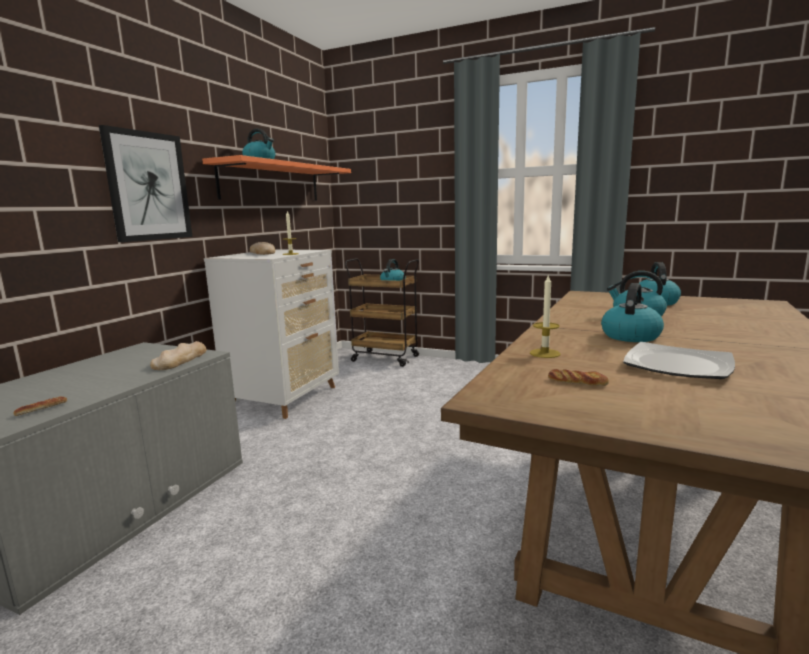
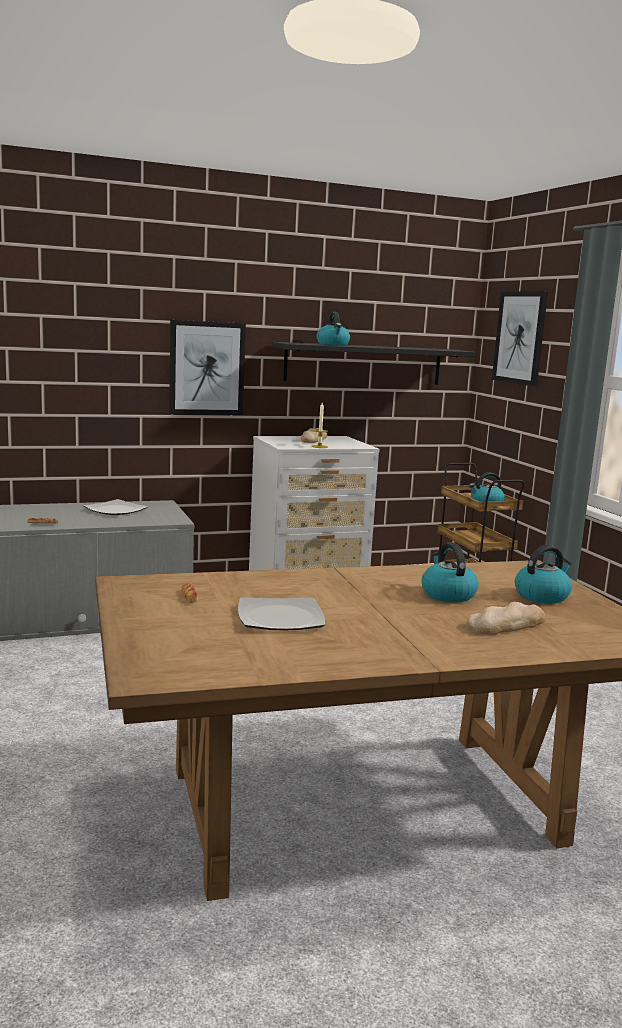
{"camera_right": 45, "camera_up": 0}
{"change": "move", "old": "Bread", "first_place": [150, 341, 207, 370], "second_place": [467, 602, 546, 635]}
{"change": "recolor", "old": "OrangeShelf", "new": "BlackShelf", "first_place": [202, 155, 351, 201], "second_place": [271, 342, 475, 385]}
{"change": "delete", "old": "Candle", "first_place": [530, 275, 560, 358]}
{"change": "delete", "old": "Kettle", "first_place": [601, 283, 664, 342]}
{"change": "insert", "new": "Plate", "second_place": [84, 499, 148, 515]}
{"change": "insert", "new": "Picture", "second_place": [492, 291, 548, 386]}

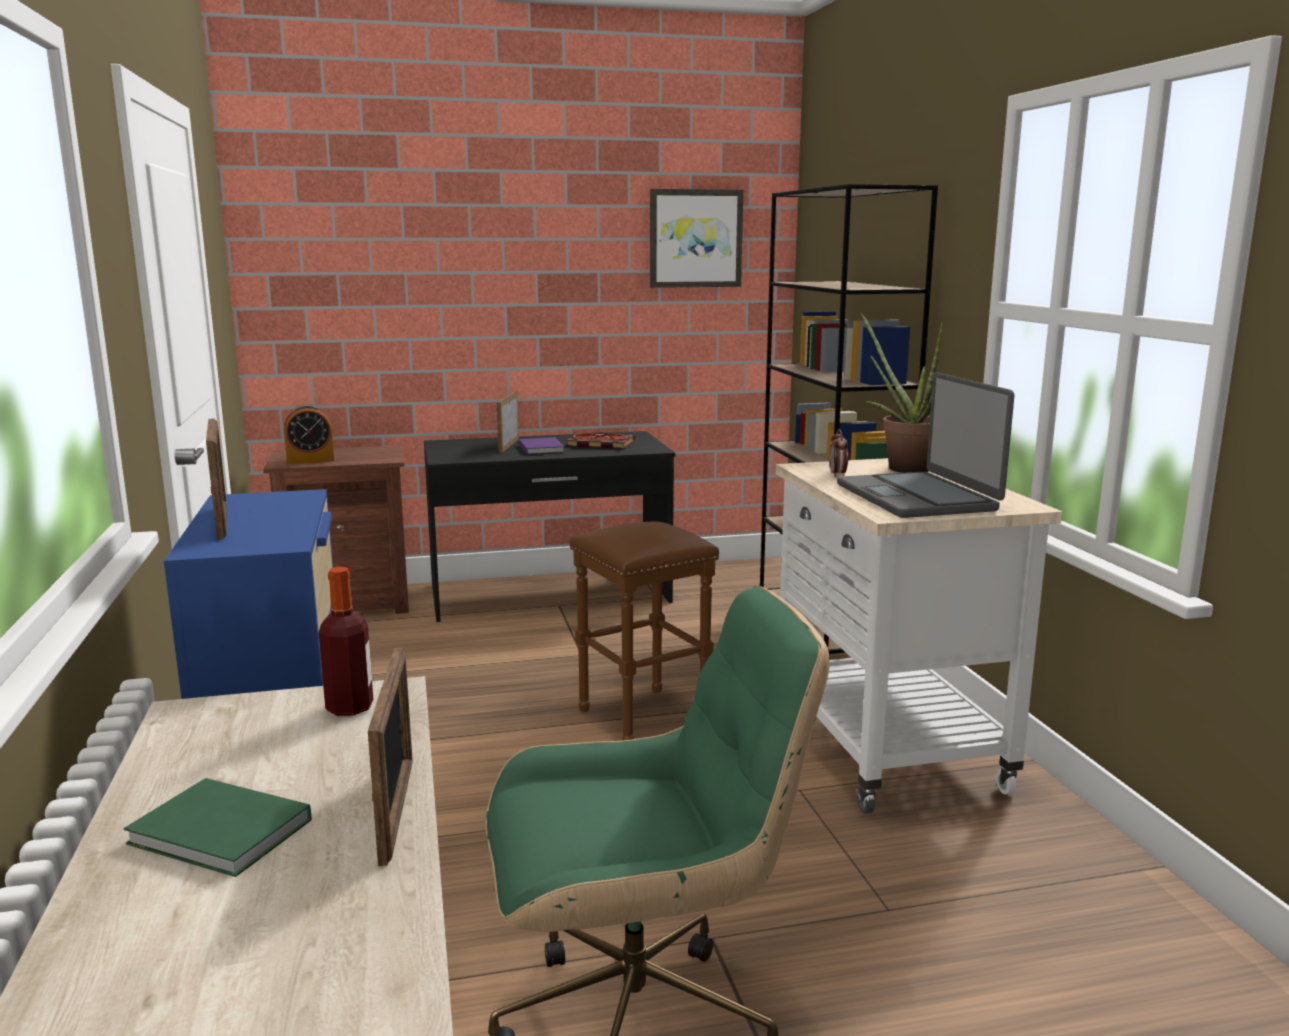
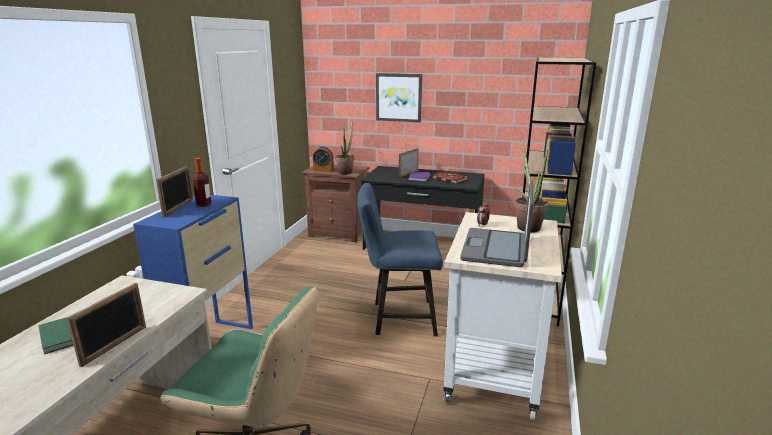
{"camera_right": 30, "camera_up": 5}
{"change": "move", "old": "Bottle", "first_place": [319, 567, 373, 716], "second_place": [193, 158, 212, 207]}
{"change": "replace", "old": "BrownStool", "new": "BlueChair", "first_place": [570, 521, 719, 740], "second_place": [357, 183, 443, 336]}
{"change": "move", "old": "Picture", "first_place": [650, 189, 743, 288], "second_place": [376, 73, 422, 122]}
{"change": "insert", "new": "PottedPlant", "second_place": [335, 121, 354, 174]}

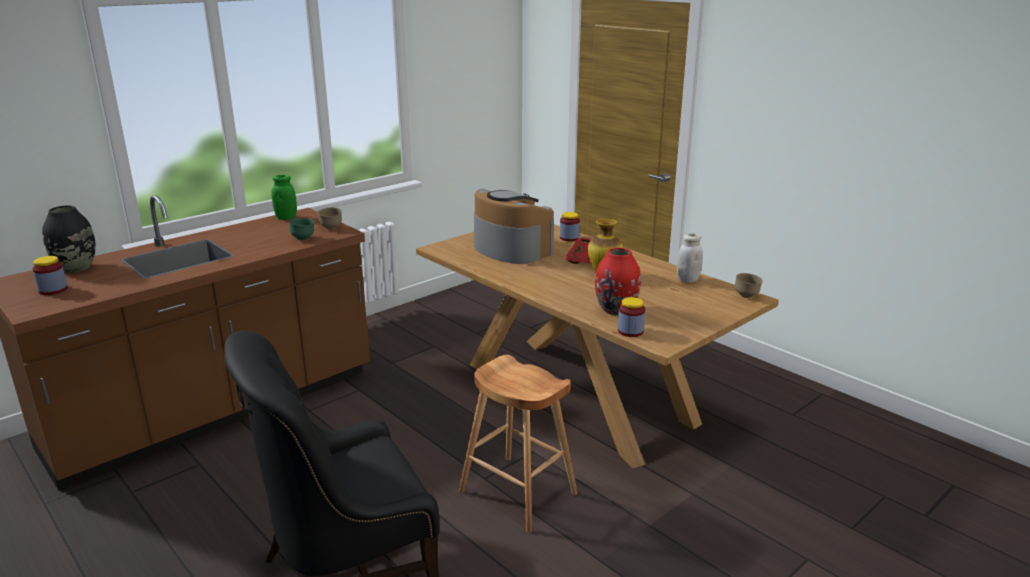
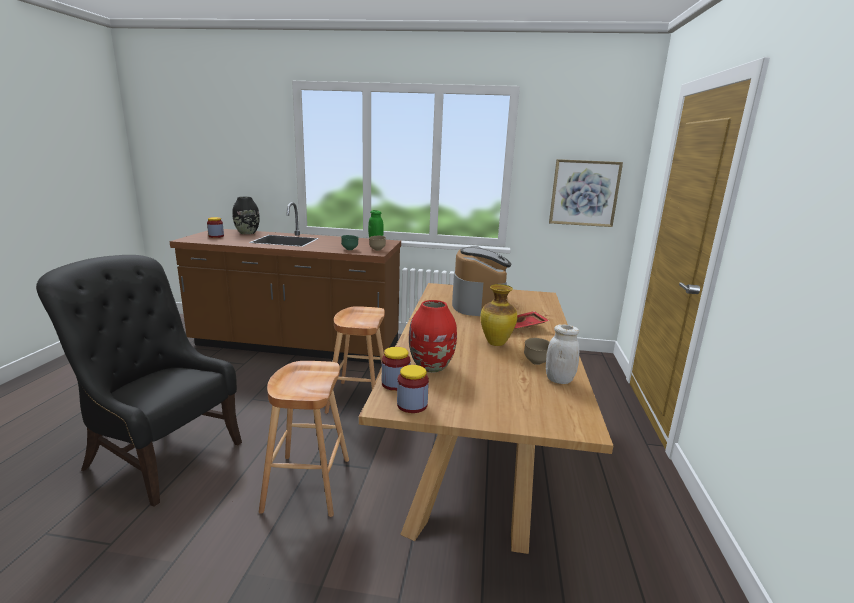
{"camera_right": 50, "camera_up": -5}
{"change": "move", "old": "Jar", "first_place": [560, 212, 580, 241], "second_place": [397, 365, 429, 413]}
{"change": "move", "old": "BrownBowl", "first_place": [735, 273, 763, 298], "second_place": [524, 338, 550, 365]}
{"change": "insert", "new": "BrownStool", "second_place": [325, 306, 385, 414]}
{"change": "insert", "new": "Picture", "second_place": [549, 159, 623, 227]}

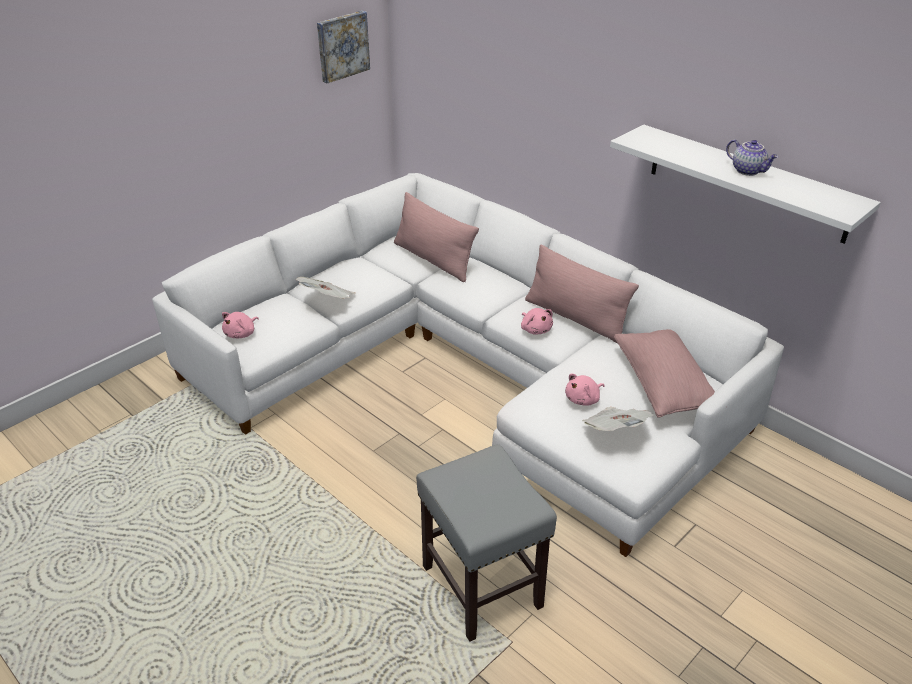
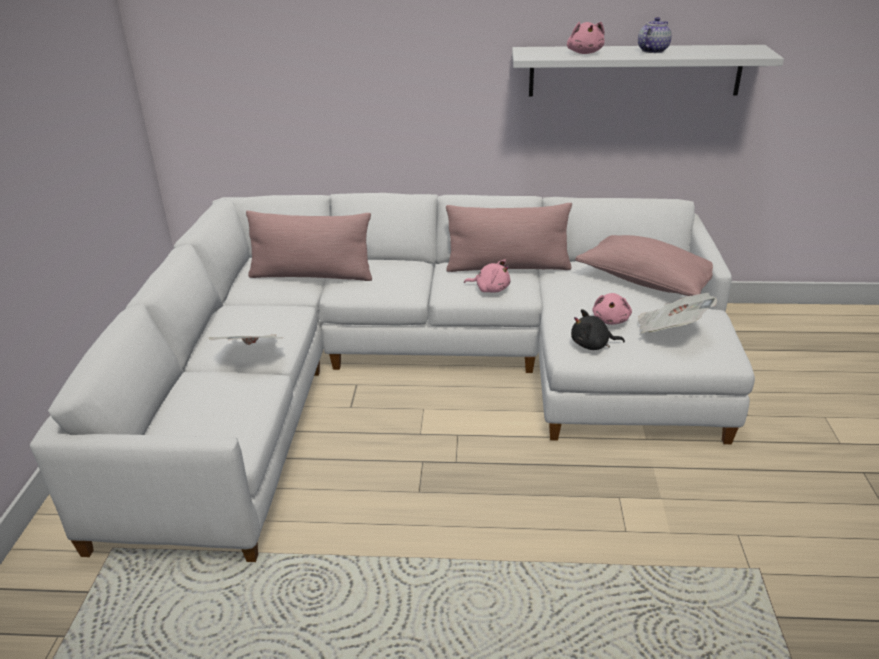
{"camera_right": -40, "camera_up": -5}
{"change": "move", "old": "PinkPlushToy", "first_place": [222, 312, 259, 338], "second_place": [567, 22, 605, 54]}
{"change": "delete", "old": "Picture", "first_place": [317, 11, 370, 83]}
{"change": "delete", "old": "GreyStool", "first_place": [416, 444, 557, 642]}
{"change": "rotate", "old": "Teapot", "first_place": [726, 139, 778, 176], "second_place": [638, 17, 672, 53], "degrees": -60}
{"change": "insert", "new": "BlackPlushToy", "second_place": [571, 309, 625, 350]}

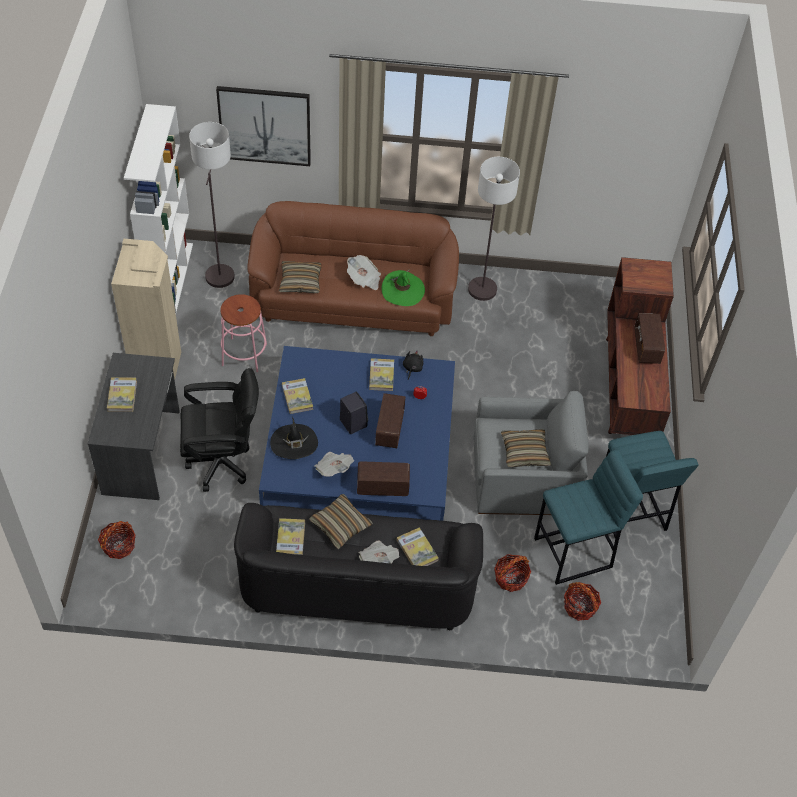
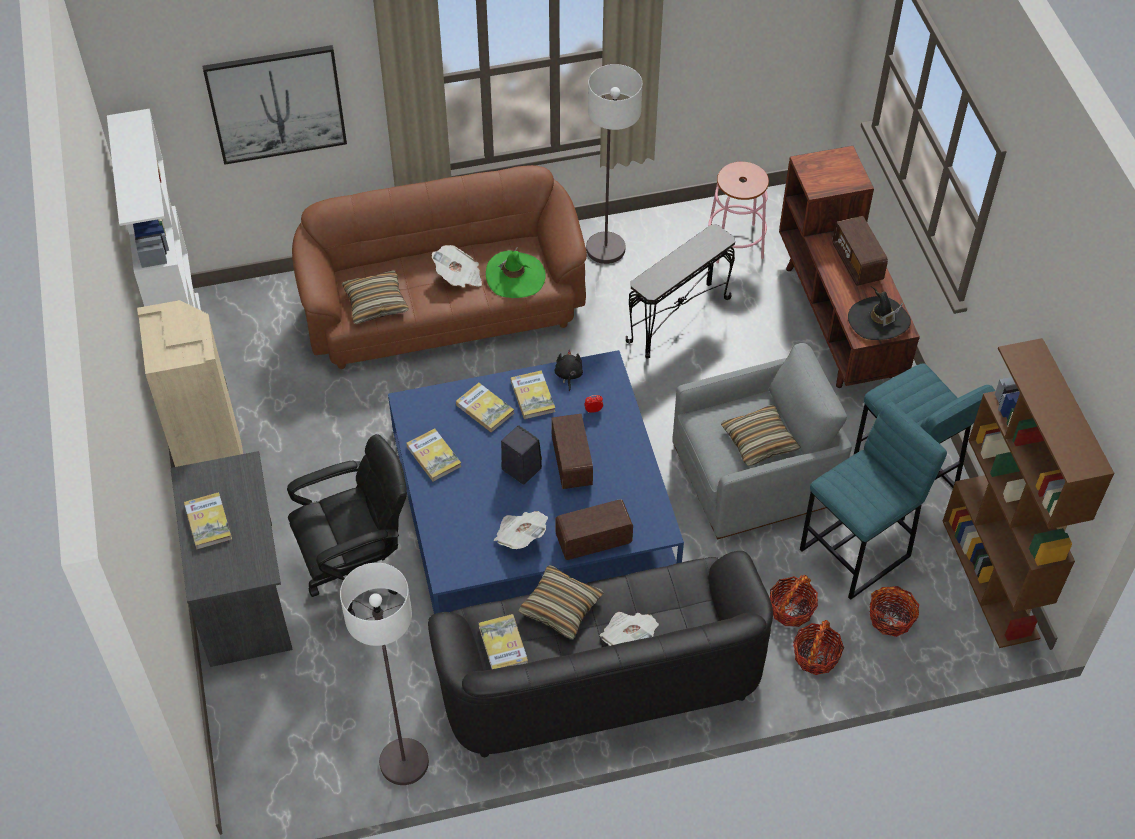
{"camera_right": -15, "camera_up": 0}
{"change": "move", "old": "Basket", "first_place": [98, 521, 135, 559], "second_place": [793, 620, 844, 675]}
{"change": "move", "old": "WhiteFloorLamp", "first_place": [189, 122, 235, 288], "second_place": [340, 563, 429, 785]}
{"change": "move", "old": "PinkStool", "first_place": [220, 294, 267, 372], "second_place": [708, 162, 769, 264]}
{"change": "move", "old": "BlackHat", "first_place": [270, 417, 318, 459], "second_place": [848, 287, 911, 340]}
{"change": "move", "old": "Book", "first_place": [397, 527, 439, 566], "second_place": [456, 383, 514, 432]}
{"change": "insert", "new": "BlackSideTable", "second_place": [626, 224, 735, 359]}
{"change": "insert", "new": "BrownBookcase", "second_place": [943, 338, 1114, 648]}

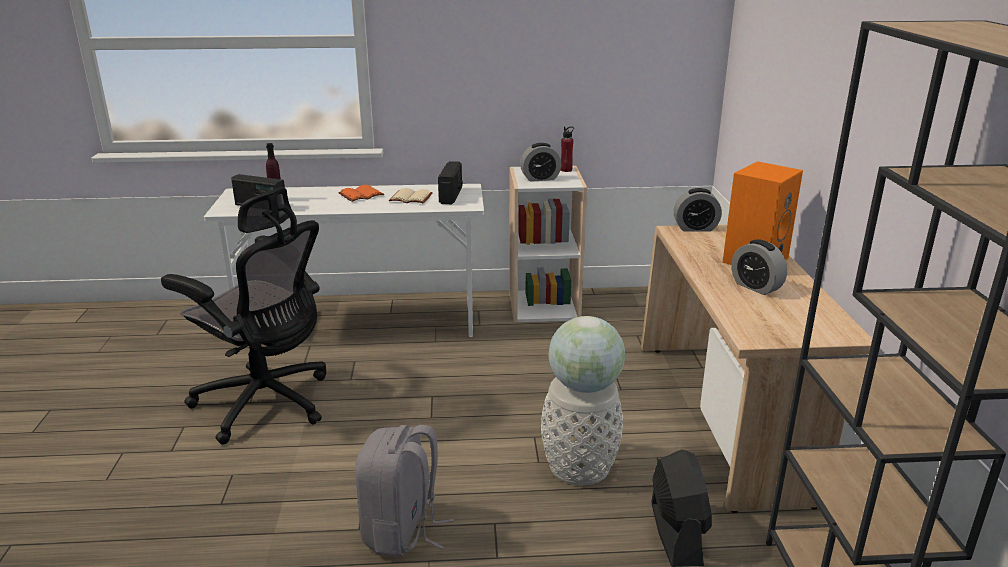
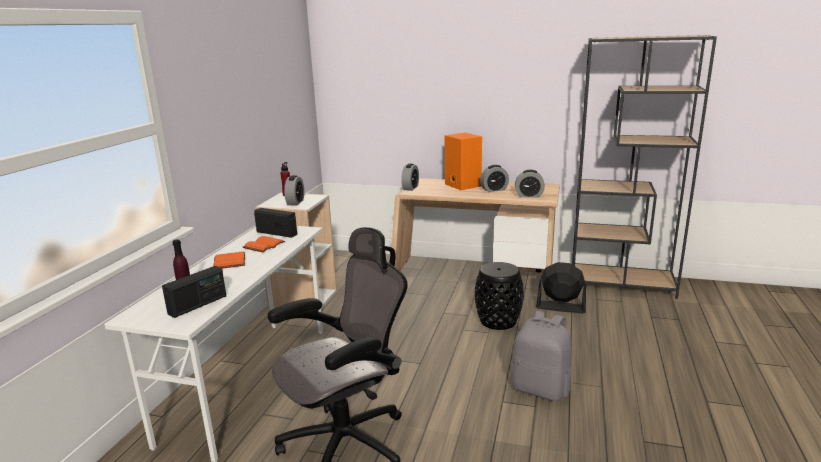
{"camera_right": -70, "camera_up": -5}
{"change": "recolor", "old": "BeigeBook", "new": "OrangeBook", "first_place": [389, 188, 433, 204], "second_place": [243, 236, 285, 252]}
{"change": "recolor", "old": "WhiteStool", "new": "BlackStool", "first_place": [541, 377, 623, 486], "second_place": [475, 262, 524, 330]}
{"change": "delete", "old": "Globe", "first_place": [549, 316, 625, 393]}
{"change": "insert", "new": "AlarmClock", "second_place": [515, 170, 545, 197]}

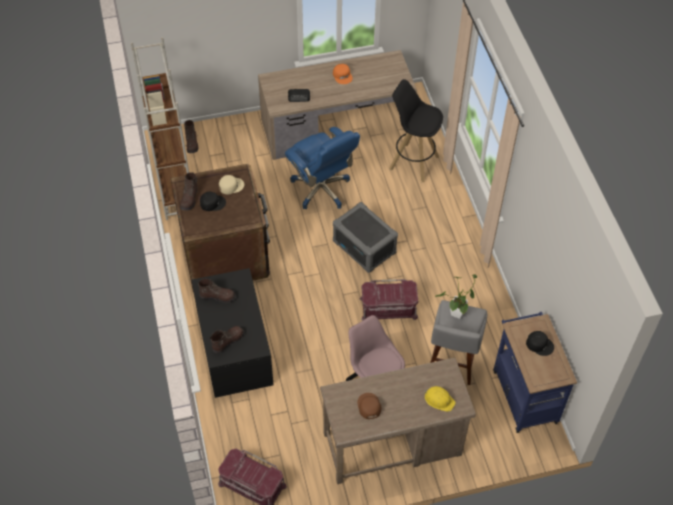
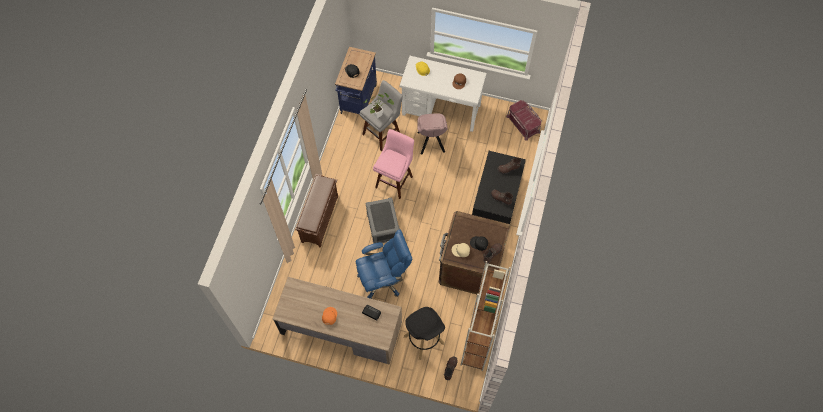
{"camera_right": -150, "camera_up": 10}
{"change": "rotate", "old": "BlueOfficeChair", "first_place": [285, 127, 360, 209], "second_place": [355, 230, 412, 299], "degrees": 75}
{"change": "recolor", "old": "BrownDesk", "new": "WhiteDesk", "first_place": [320, 358, 476, 484], "second_place": [400, 56, 487, 132]}
{"change": "replace", "old": "RedStorageBox", "new": "PinkStool", "first_place": [360, 279, 418, 321], "second_place": [373, 129, 414, 199]}
{"change": "move", "old": "BlackStool", "first_place": [389, 79, 443, 182], "second_place": [404, 307, 445, 360]}
{"change": "insert", "new": "BrownShoeRack", "second_place": [295, 174, 338, 248]}

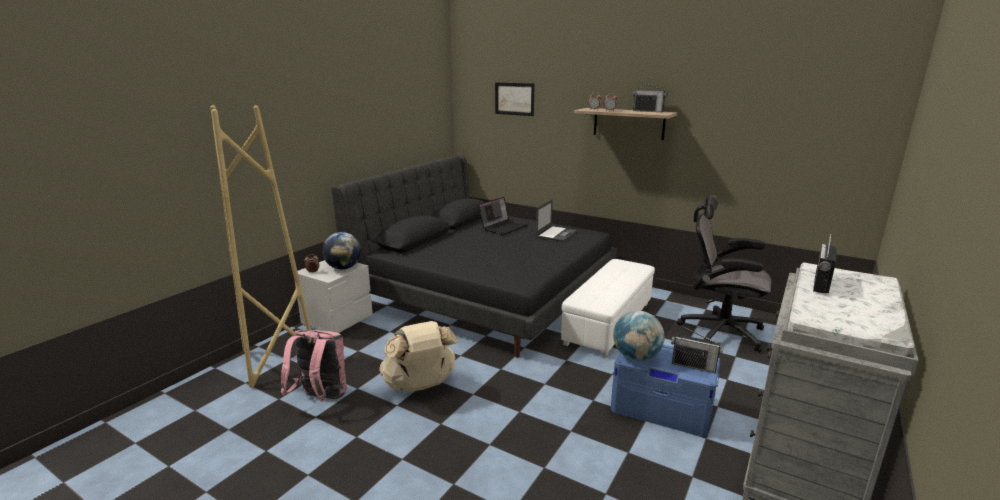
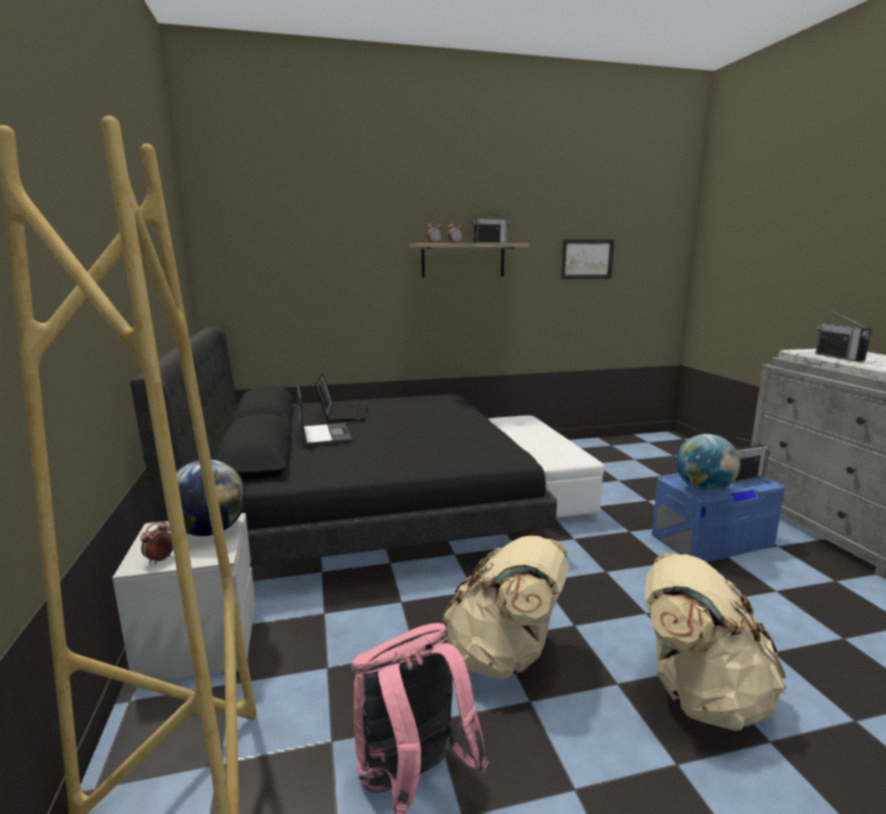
{"camera_right": -45, "camera_up": -5}
{"change": "move", "old": "Picture", "first_place": [495, 82, 535, 116], "second_place": [561, 239, 614, 279]}
{"change": "move", "old": "Laptop", "first_place": [536, 199, 577, 242], "second_place": [297, 384, 352, 447]}
{"change": "delete", "old": "OfficeChair", "first_place": [677, 195, 771, 352]}
{"change": "insert", "new": "BeigeBackpack", "second_place": [645, 553, 786, 731]}

